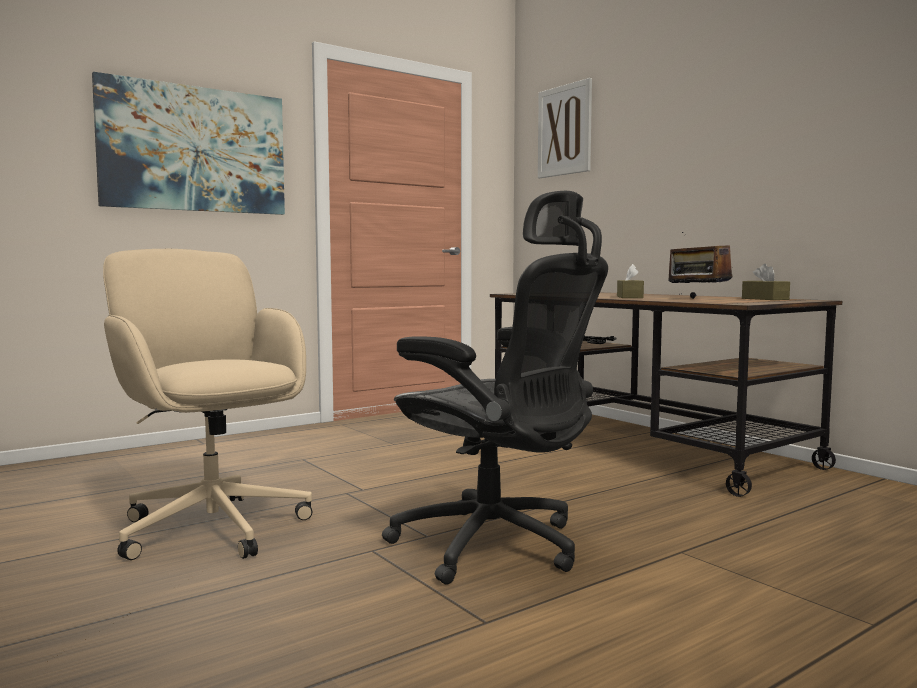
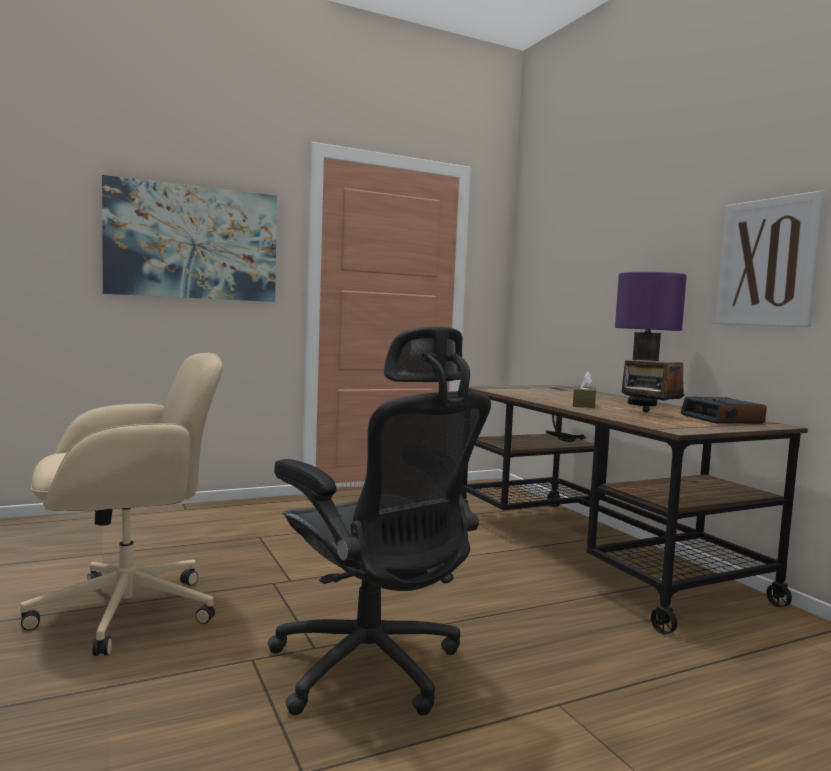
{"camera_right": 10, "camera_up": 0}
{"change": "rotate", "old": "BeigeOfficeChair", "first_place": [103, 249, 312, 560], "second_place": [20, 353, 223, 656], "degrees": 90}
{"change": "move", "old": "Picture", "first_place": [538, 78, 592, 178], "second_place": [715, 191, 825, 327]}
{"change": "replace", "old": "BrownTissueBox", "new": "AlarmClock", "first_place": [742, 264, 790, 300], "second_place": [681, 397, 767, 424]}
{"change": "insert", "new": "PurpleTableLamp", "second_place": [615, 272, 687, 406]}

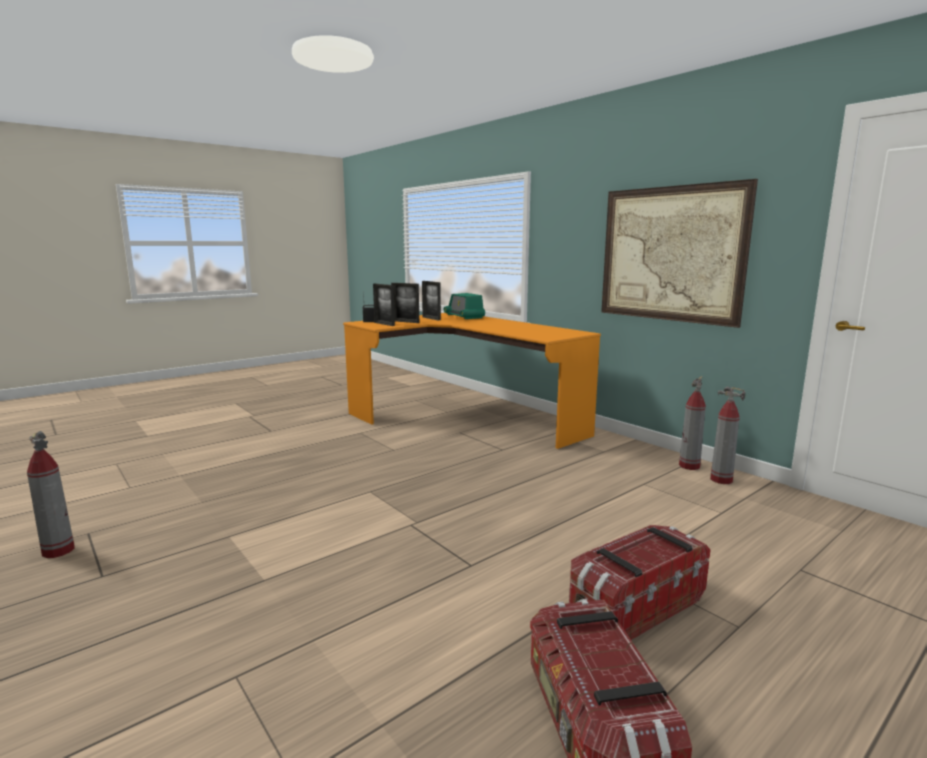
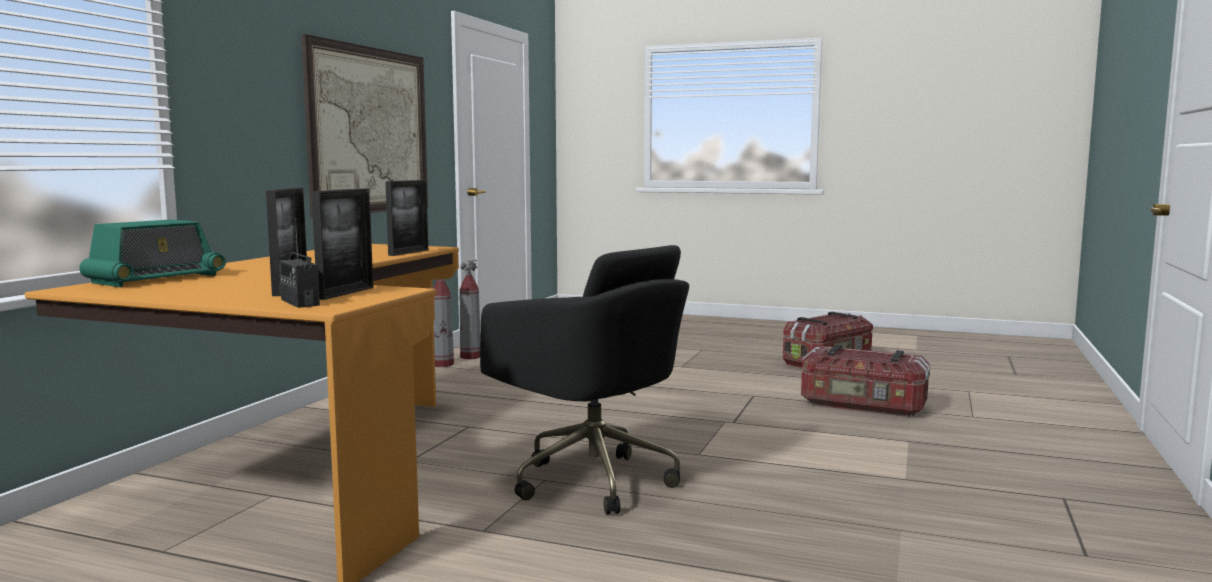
{"camera_right": -120, "camera_up": -5}
{"change": "delete", "old": "FireExtinguisher", "first_place": [27, 431, 75, 558]}
{"change": "move", "old": "PictureFrame", "first_place": [422, 281, 441, 320], "second_place": [385, 180, 428, 256]}
{"change": "move", "old": "StorageBox", "first_place": [569, 525, 710, 640], "second_place": [801, 345, 930, 417]}
{"change": "insert", "new": "BlackOfficeChair", "second_place": [480, 245, 689, 515]}

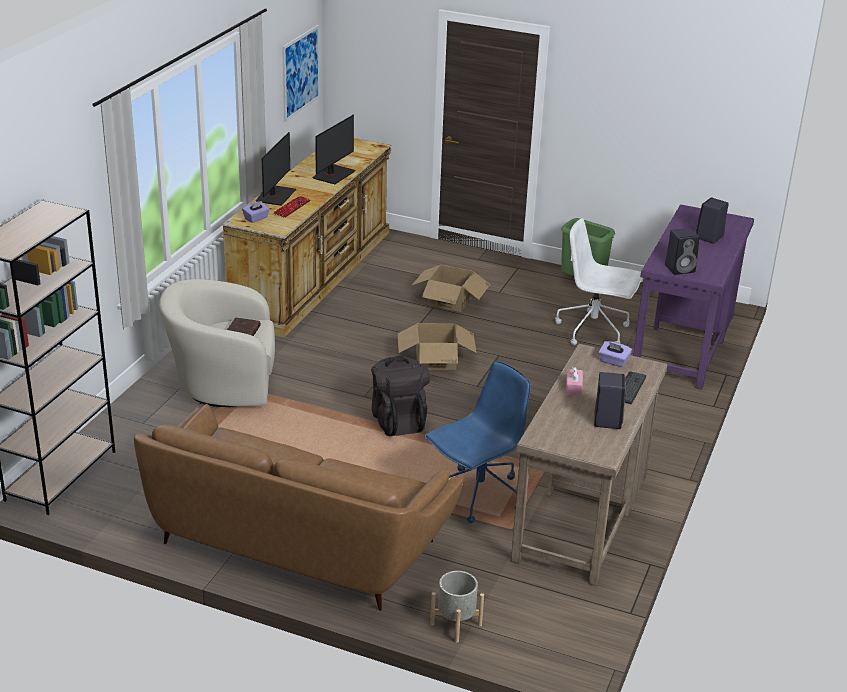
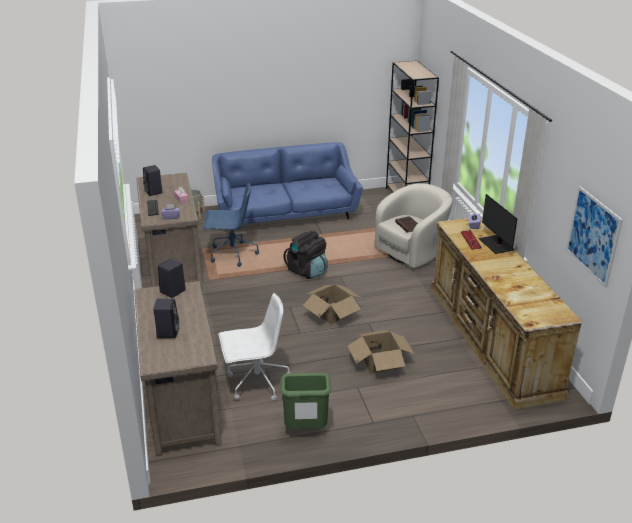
{"camera_right": 145, "camera_up": 0}
{"change": "recolor", "old": "BrownSofa", "new": "BlueSofa", "first_place": [134, 404, 464, 611], "second_place": [212, 142, 363, 231]}
{"change": "delete", "old": "Monitor", "first_place": [312, 115, 356, 184]}
{"change": "rotate", "old": "BlueOfficeChair", "first_place": [424, 361, 531, 523], "second_place": [203, 183, 259, 266], "degrees": -105}
{"change": "recolor", "old": "PurpleDesk", "new": "BrownDesk", "first_place": [633, 204, 754, 390], "second_place": [134, 281, 222, 456]}

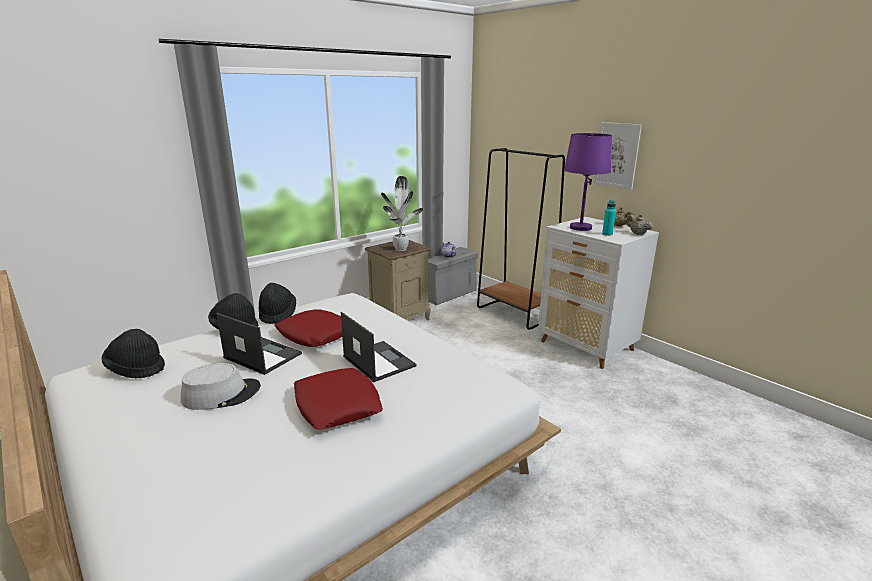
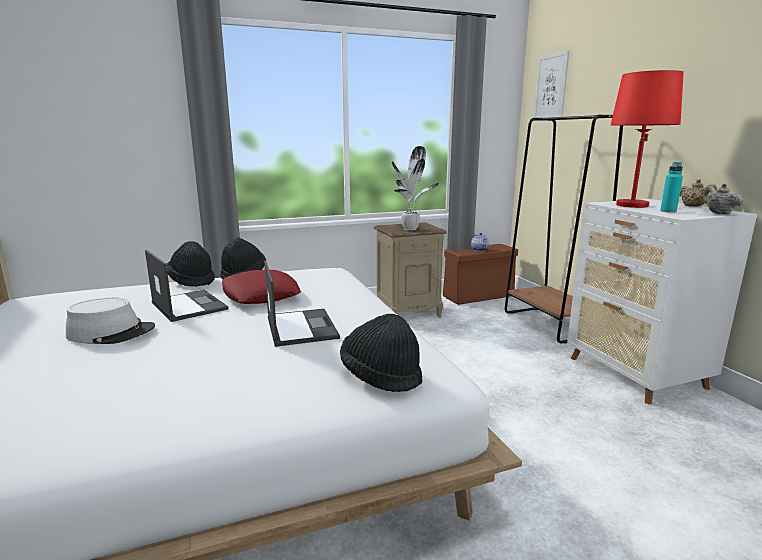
{"camera_right": 20, "camera_up": -5}
{"change": "move", "old": "BlackHat", "first_place": [101, 329, 165, 378], "second_place": [340, 314, 423, 392]}
{"change": "delete", "old": "RedPillow", "first_place": [294, 368, 382, 430]}
{"change": "recolor", "old": "GreyStorageBox", "new": "BrownStorageBox", "first_place": [428, 247, 478, 305], "second_place": [443, 244, 518, 305]}
{"change": "recolor", "old": "PurpleTableLamp", "new": "RedTableLamp", "first_place": [564, 133, 612, 231], "second_place": [611, 70, 684, 208]}
{"change": "move", "old": "Picture", "first_place": [594, 122, 642, 190], "second_place": [534, 51, 569, 121]}

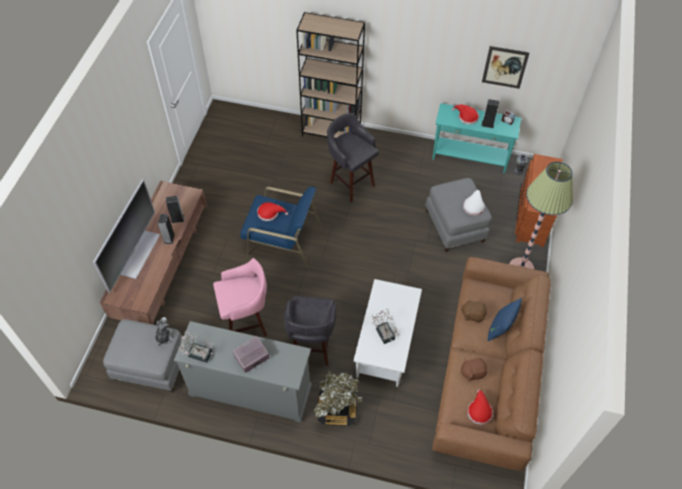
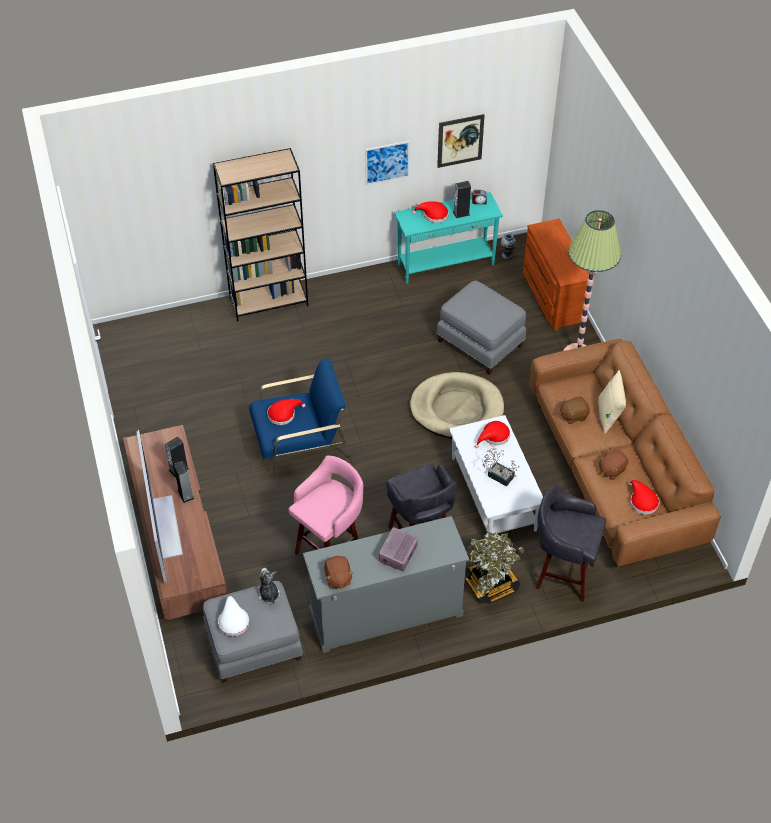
{"camera_right": -30, "camera_up": -5}
{"change": "replace", "old": "PottedPlant", "new": "BrownPlushToy", "first_place": [178, 330, 214, 363], "second_place": [324, 556, 353, 589]}
{"change": "move", "old": "GreyStool", "first_place": [327, 113, 379, 202], "second_place": [535, 484, 606, 602]}
{"change": "move", "old": "WhiteHat", "first_place": [463, 190, 485, 216], "second_place": [218, 596, 249, 636]}
{"change": "recolor", "old": "BluePillow", "new": "BeigePillow", "first_place": [488, 298, 522, 341], "second_place": [598, 370, 626, 434]}
{"change": "insert", "new": "Picture", "second_place": [365, 141, 410, 185]}
{"change": "insert", "new": "BeigeDogBed", "second_place": [410, 372, 504, 439]}
{"change": "insert", "new": "RedHat", "second_place": [475, 421, 510, 448]}

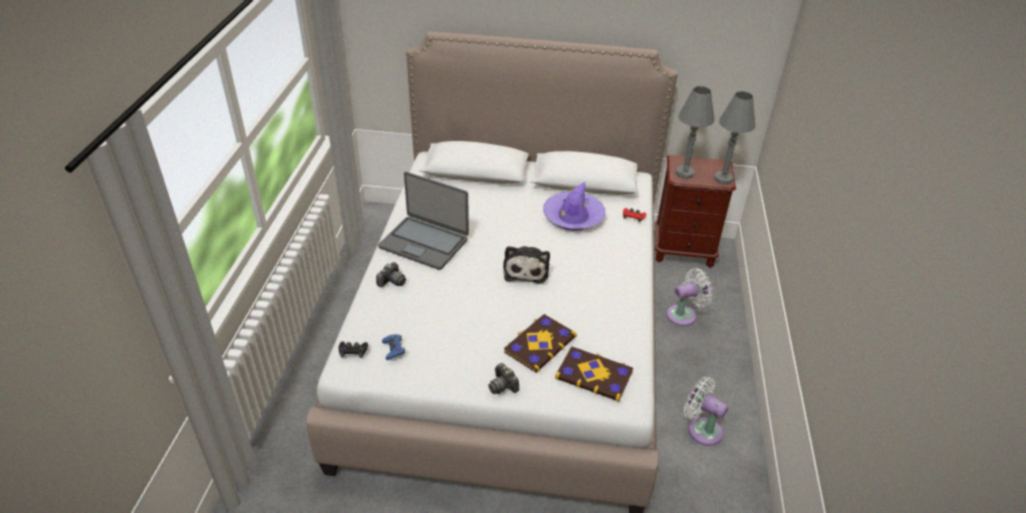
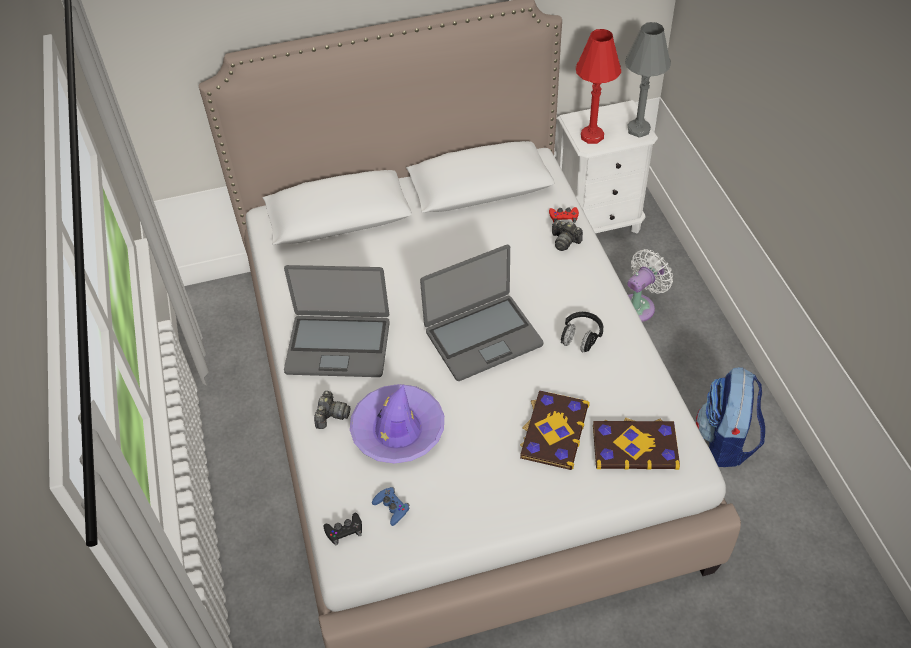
{"camera_right": -20, "camera_up": 10}
{"change": "move", "old": "PhotoCamera", "first_place": [488, 363, 519, 394], "second_place": [552, 220, 583, 251]}
{"change": "replace", "old": "PlushToy", "new": "Laptop", "first_place": [503, 246, 550, 284], "second_place": [420, 244, 544, 381]}
{"change": "move", "old": "PurpleHat", "first_place": [543, 182, 605, 231], "second_place": [350, 384, 444, 464]}
{"change": "recolor", "old": "BrownNightstand", "new": "WhiteNightstand", "first_place": [655, 155, 736, 268], "second_place": [557, 100, 658, 234]}
{"change": "recolor", "old": "GreyTableLamp", "new": "RedTableLamp", "first_place": [676, 86, 714, 179], "second_place": [576, 29, 621, 144]}
{"change": "replace", "old": "WhiteFan", "new": "Backpack", "first_place": [684, 377, 728, 446], "second_place": [696, 367, 765, 467]}
{"change": "insert", "new": "BlackHeadphones", "second_place": [561, 312, 603, 352]}

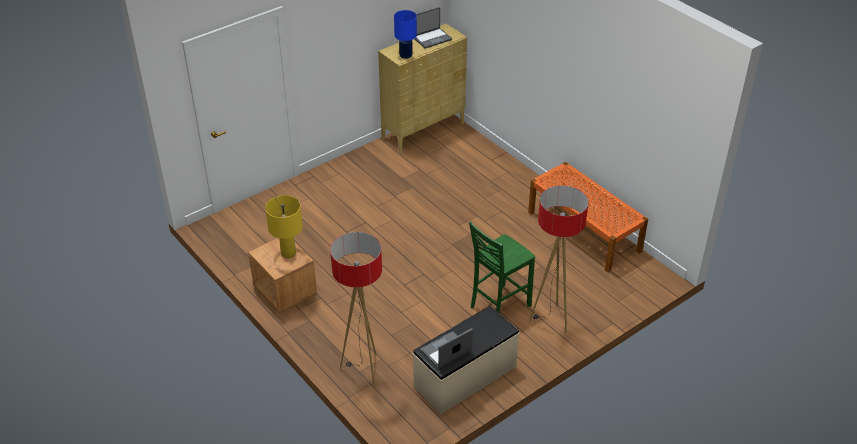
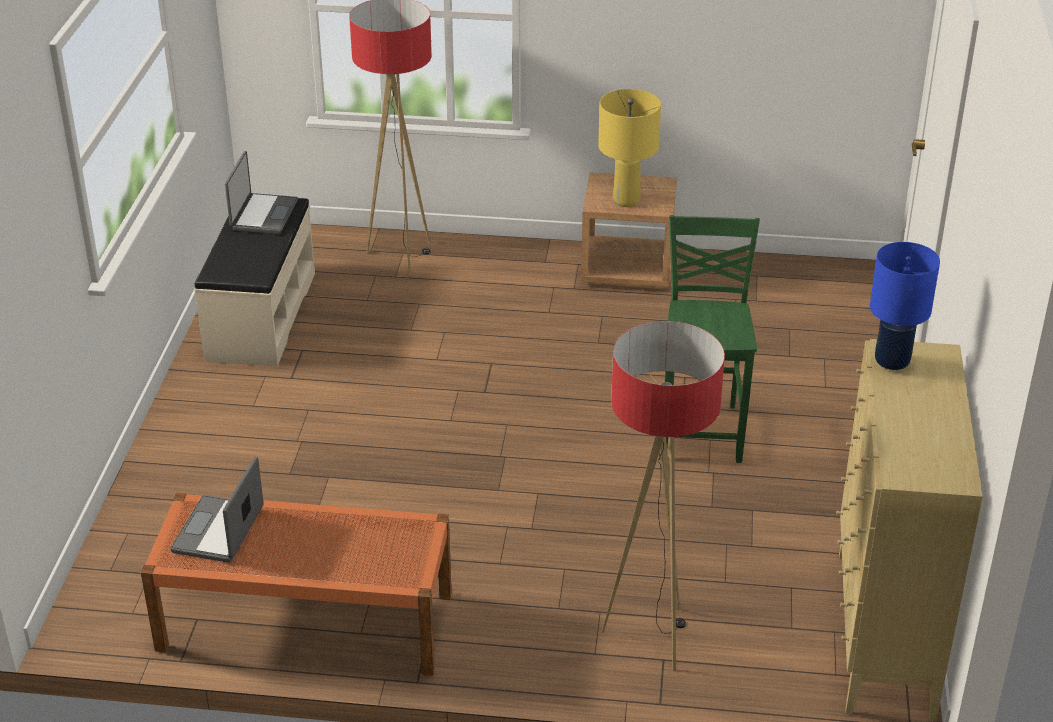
{"camera_right": 135, "camera_up": -5}
{"change": "move", "old": "Laptop", "first_place": [415, 7, 452, 49], "second_place": [170, 457, 264, 563]}
{"change": "move", "old": "GreenChair", "first_place": [469, 221, 535, 313], "second_place": [659, 215, 760, 463]}
{"change": "move", "old": "FloorLamp", "first_place": [529, 185, 588, 333], "second_place": [602, 321, 725, 670]}

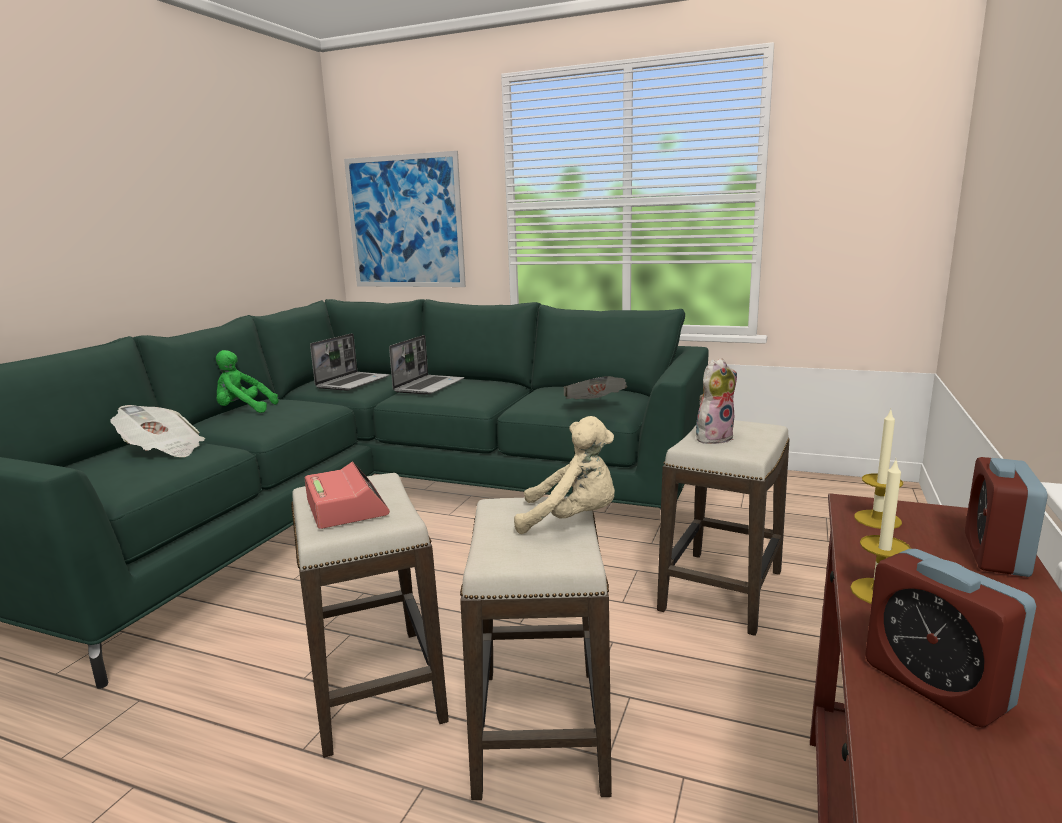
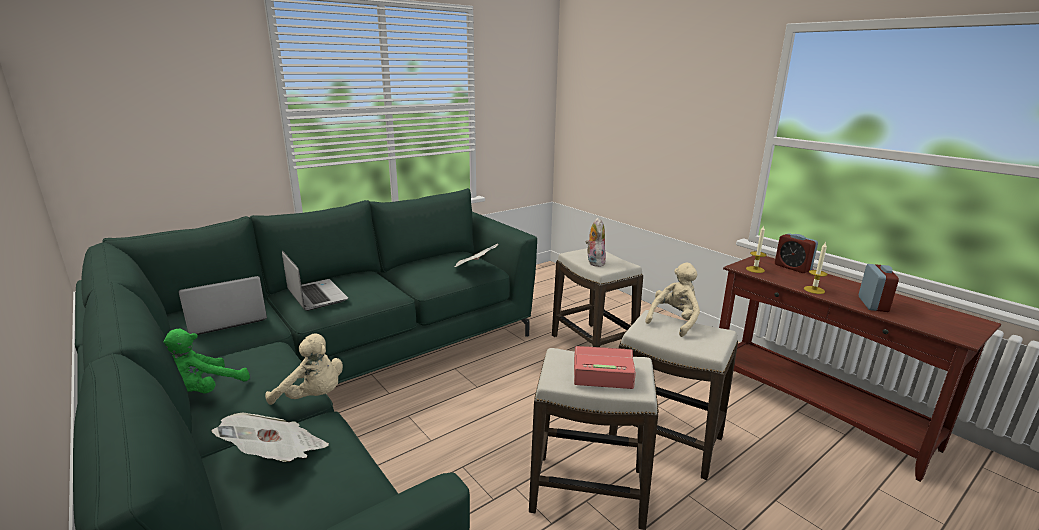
{"camera_right": -60, "camera_up": 5}
{"change": "rotate", "old": "Laptop", "first_place": [310, 333, 389, 391], "second_place": [178, 276, 267, 335], "degrees": -90}
{"change": "delete", "old": "Picture", "first_place": [344, 151, 466, 287]}
{"change": "rotate", "old": "AlarmClock", "first_place": [865, 549, 1036, 728], "second_place": [859, 264, 899, 312], "degrees": -75}
{"change": "insert", "new": "BeigePlushToy", "second_place": [265, 334, 343, 405]}

